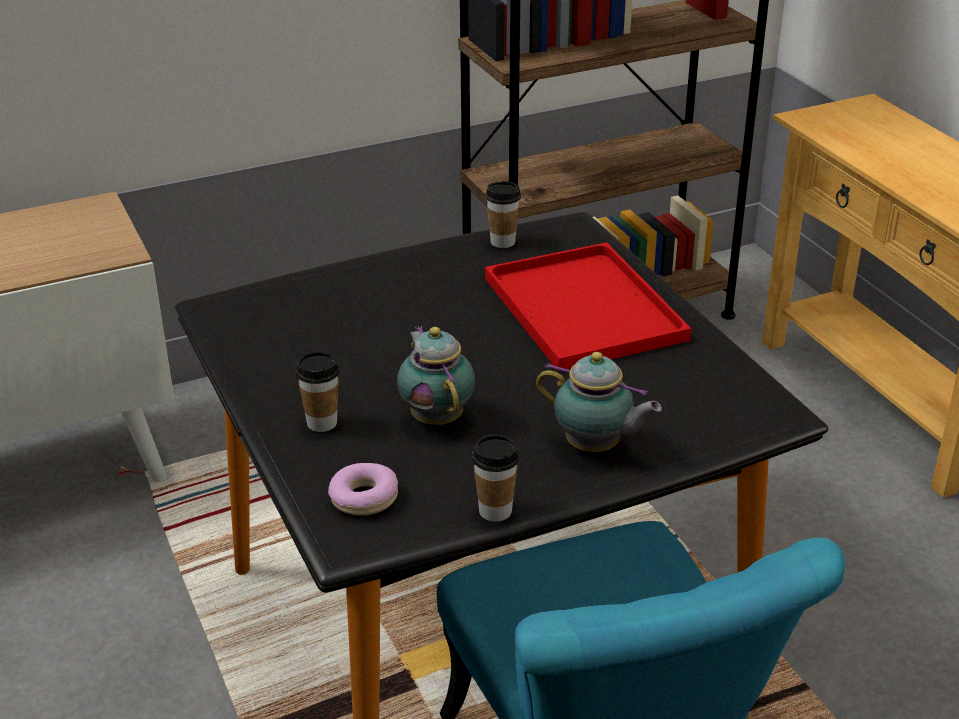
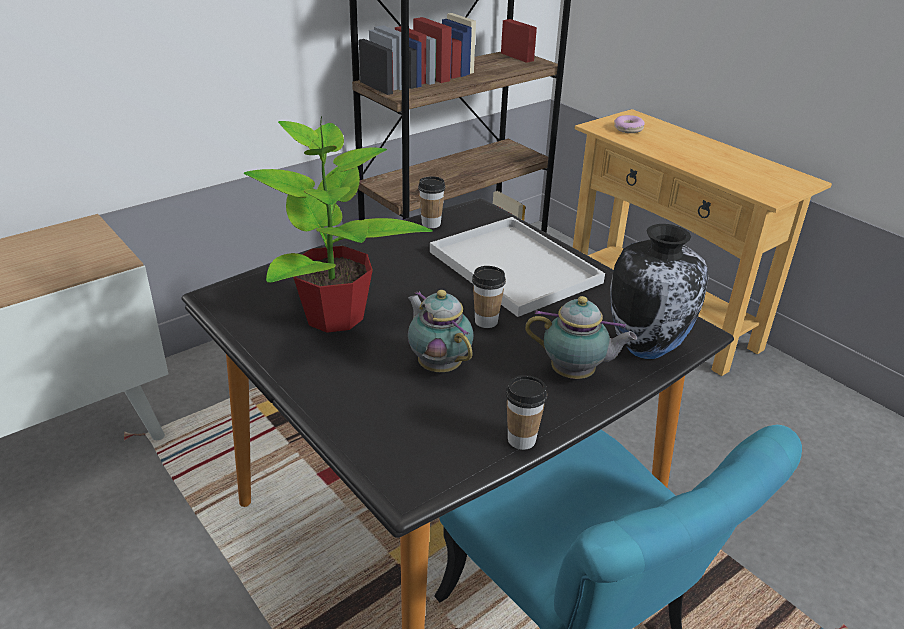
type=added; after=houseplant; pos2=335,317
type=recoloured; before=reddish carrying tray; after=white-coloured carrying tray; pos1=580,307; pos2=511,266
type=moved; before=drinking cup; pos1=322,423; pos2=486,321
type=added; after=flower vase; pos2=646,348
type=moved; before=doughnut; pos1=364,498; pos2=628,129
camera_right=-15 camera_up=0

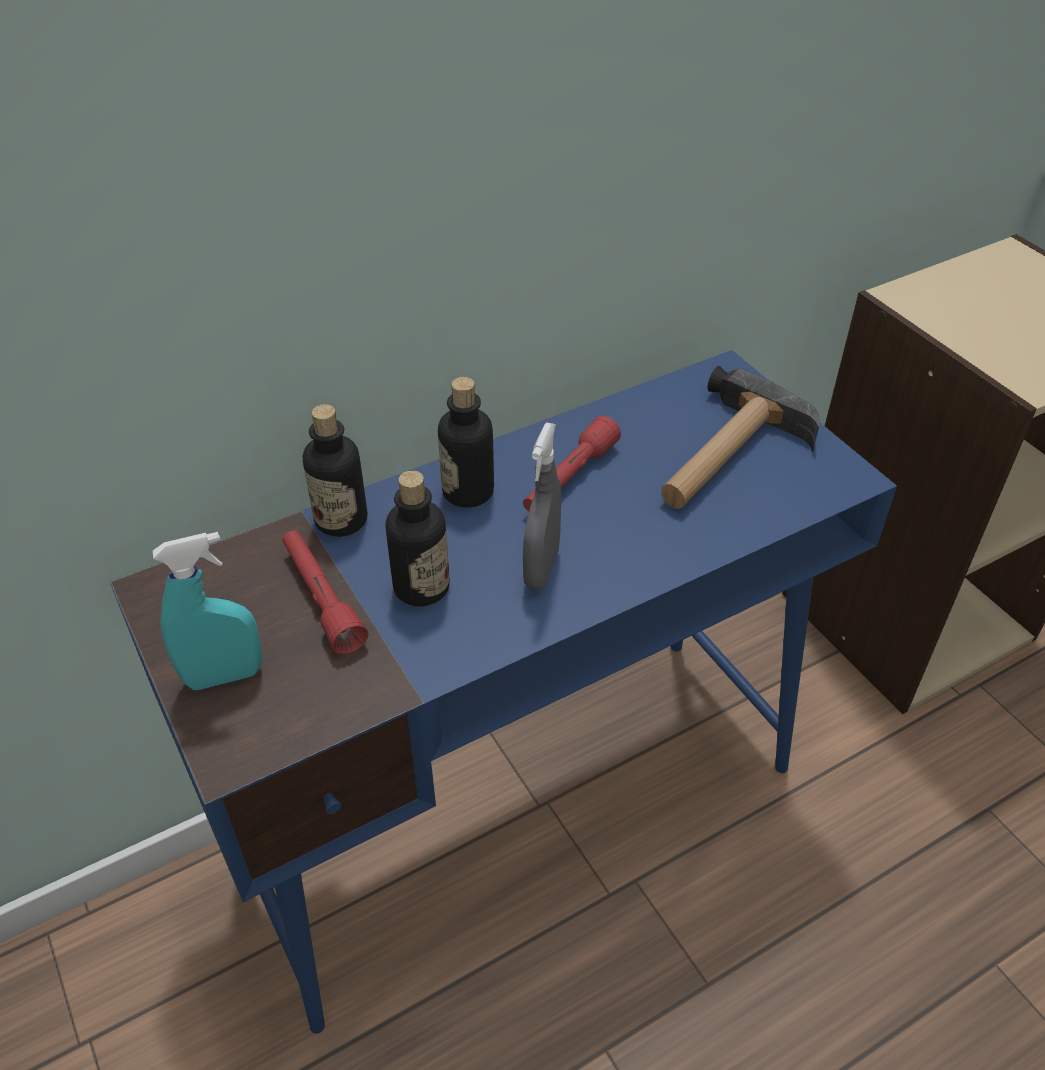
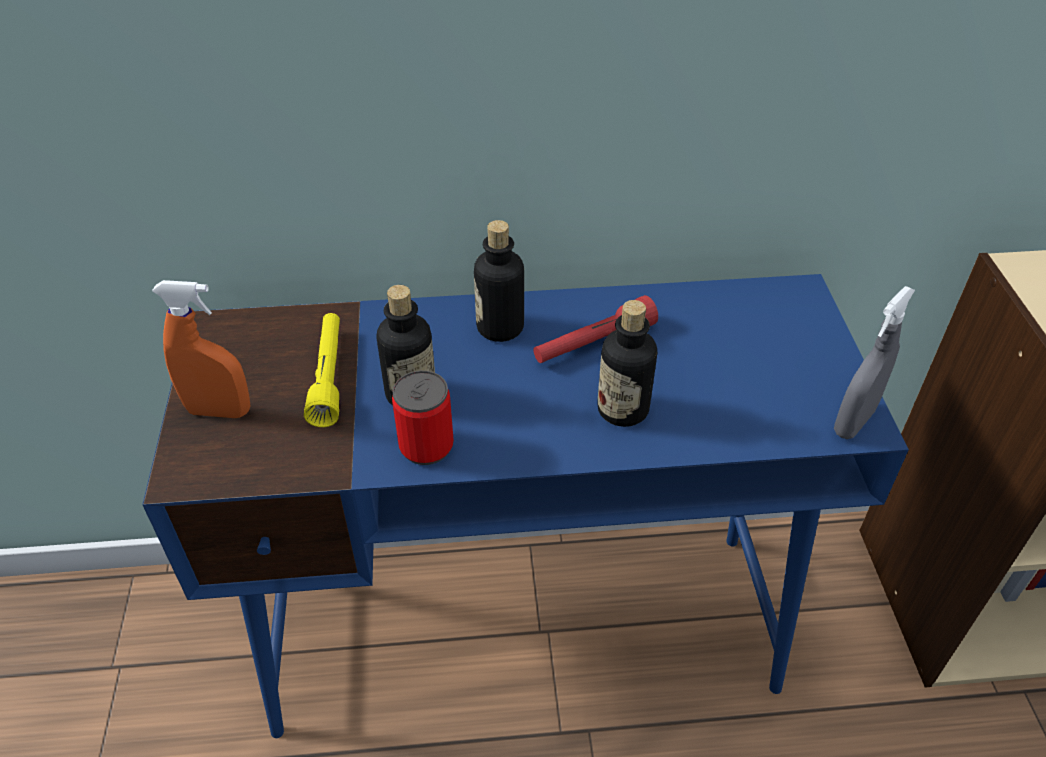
type=recoloured; before=turquoise-coloured hand sprayer; after=orangey hand sprayer; pos1=224,676; pos2=219,411
type=recoloured; before=reddish torch; after=yellowish torch; pos1=322,599; pos2=329,376
type=added; after=metal can; pos2=426,446
type=moved; before=beverage bottle; pos1=341,520; pos2=623,409
type=moved; before=gray hand sprayer; pos1=541,569; pos2=853,422
type=removed; before=hand hammer; pos1=725,456
camera_right=25 camera_up=0

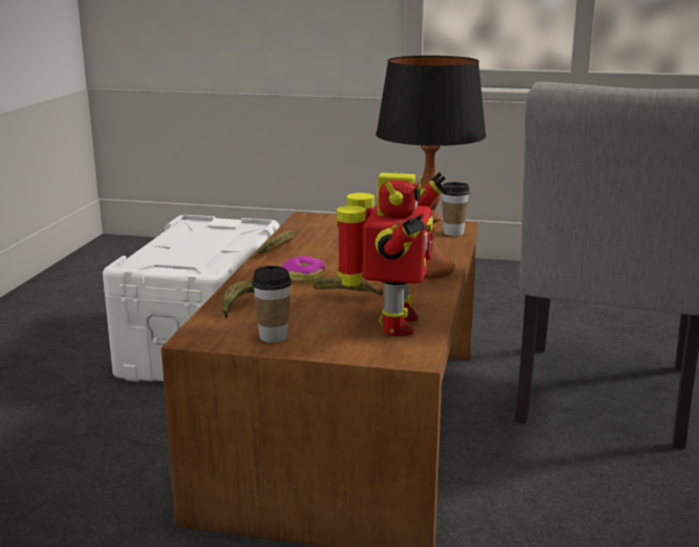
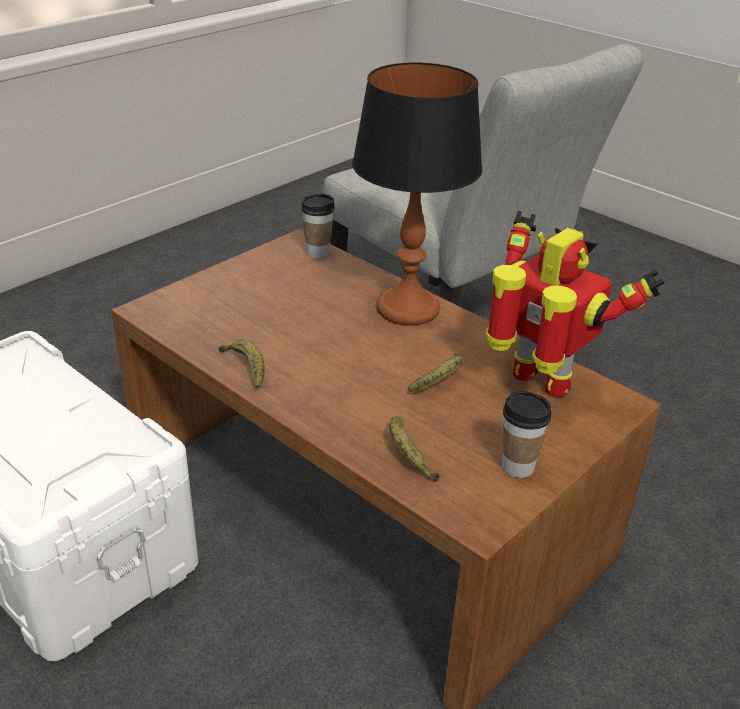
type=removed; before=doughnut; pos1=303,276
camera_right=-60 camera_up=15

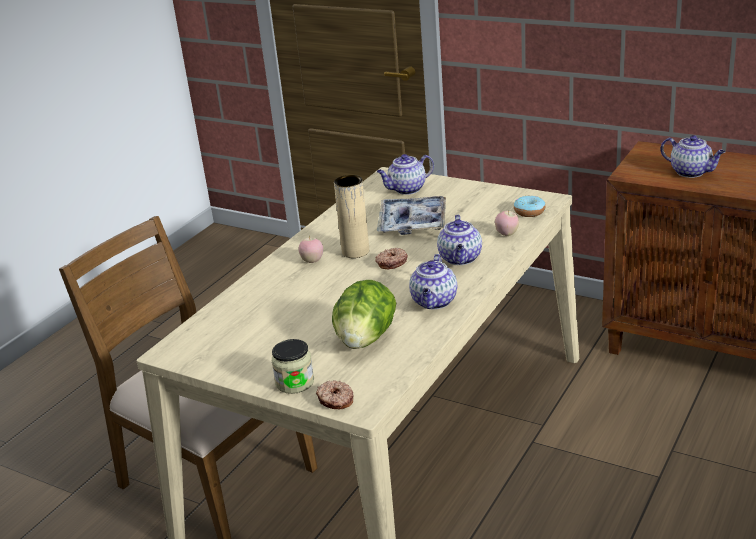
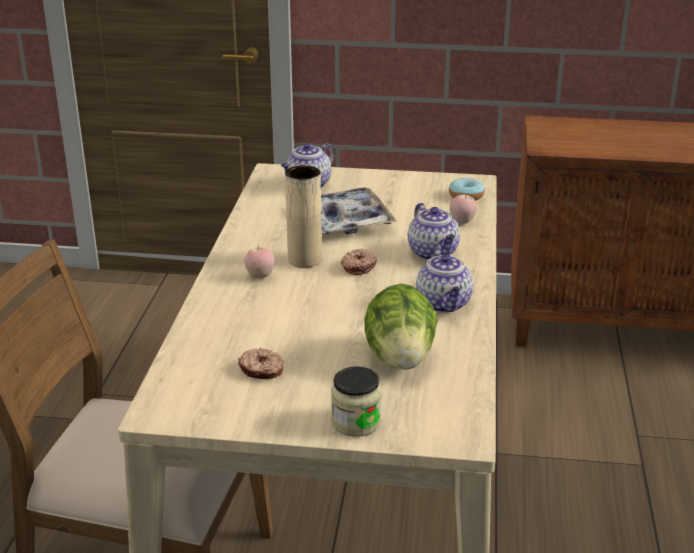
type=moved; before=doughnut; pos1=335,400; pos2=261,370
type=removed; before=teapot; pos1=691,172
camera_right=-25 camera_up=0

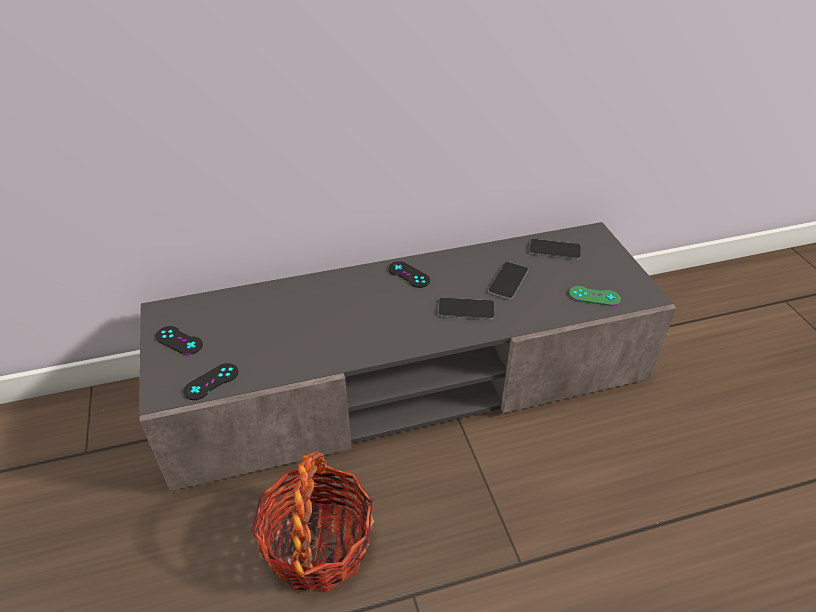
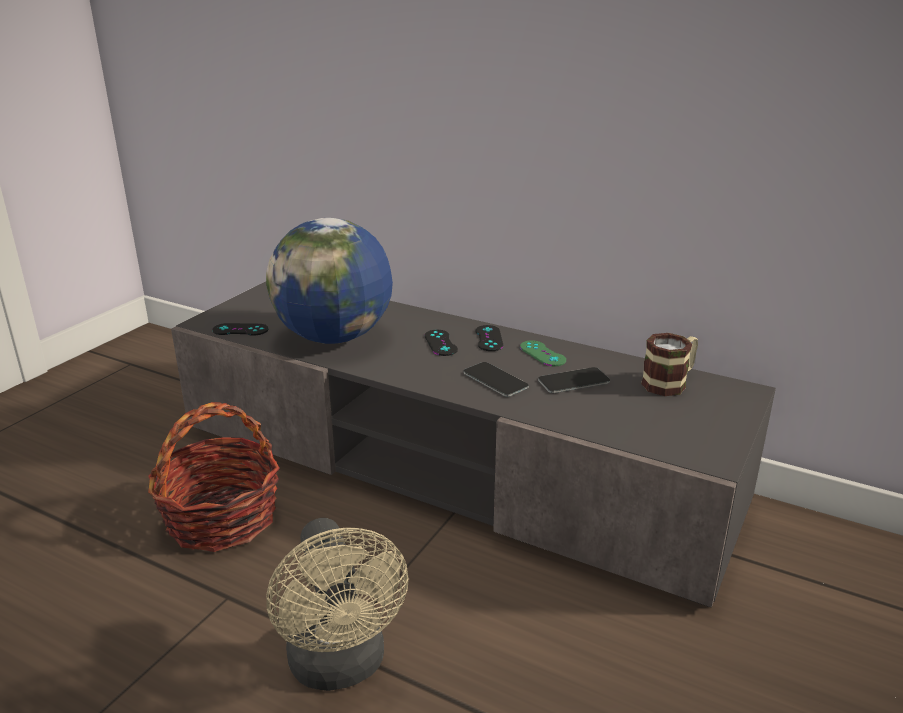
type=added; after=desk globe; pos2=334,337
type=added; after=sand-coloured cooling fan; pos2=341,666
type=moved; before=black game controller; pos1=179,340; pos2=440,343
type=moved; before=green game controller; pos1=594,296; pos2=542,354
type=replaced; before=telephone; after=mug; pos1=554,250; pos2=670,383
camera_right=45 camera_up=-15

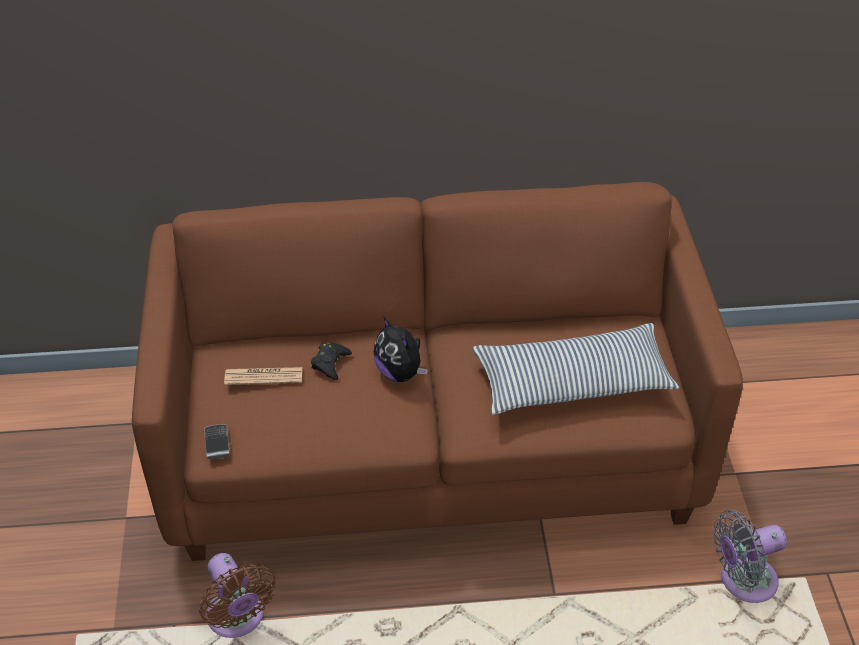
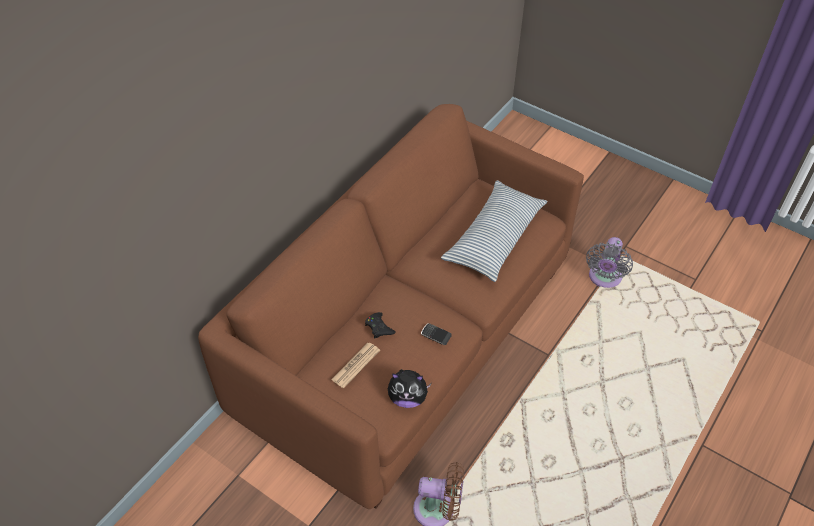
type=moved; before=plush toy; pos1=400,372; pos2=407,398
type=moved; before=telephone; pos1=217,443; pos2=435,335
camera_right=-50 camera_up=5

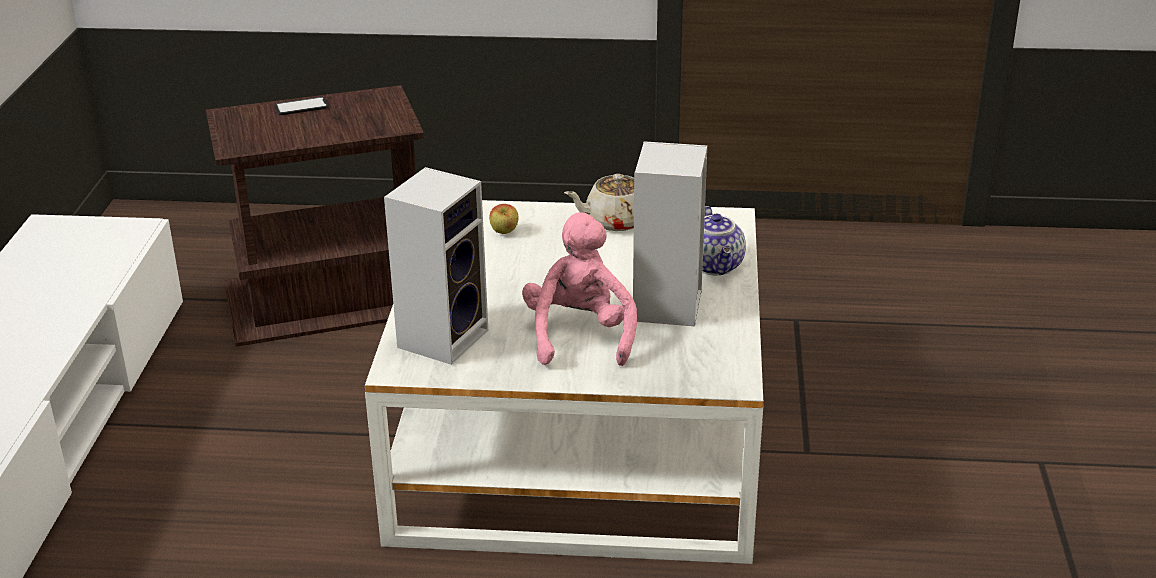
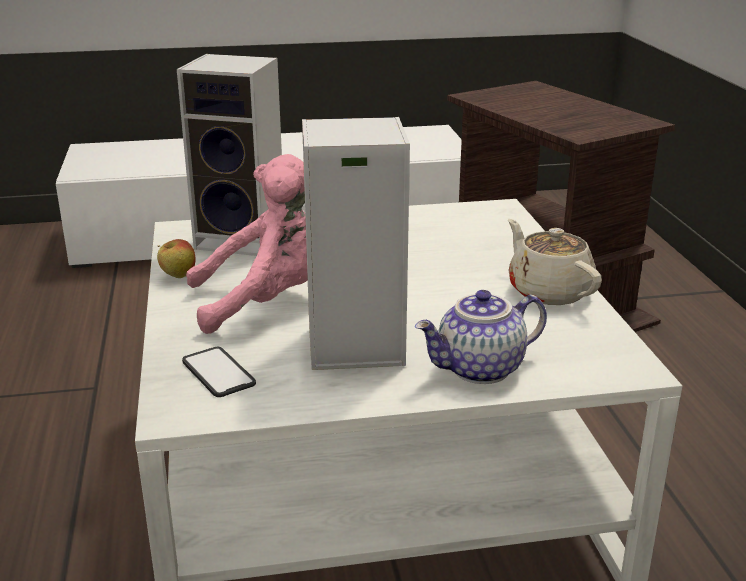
type=moved; before=whole apple; pos1=504,233; pos2=178,276
type=moved; before=telephone; pos1=301,107; pos2=218,373
camera_right=75 camera_up=-5

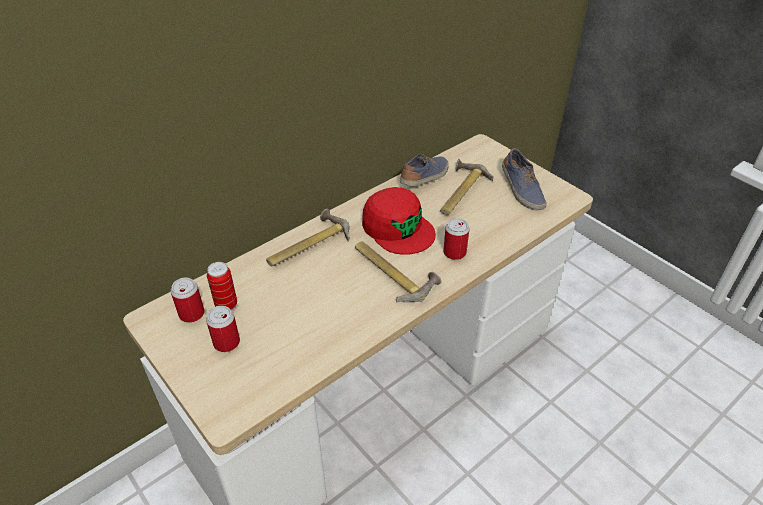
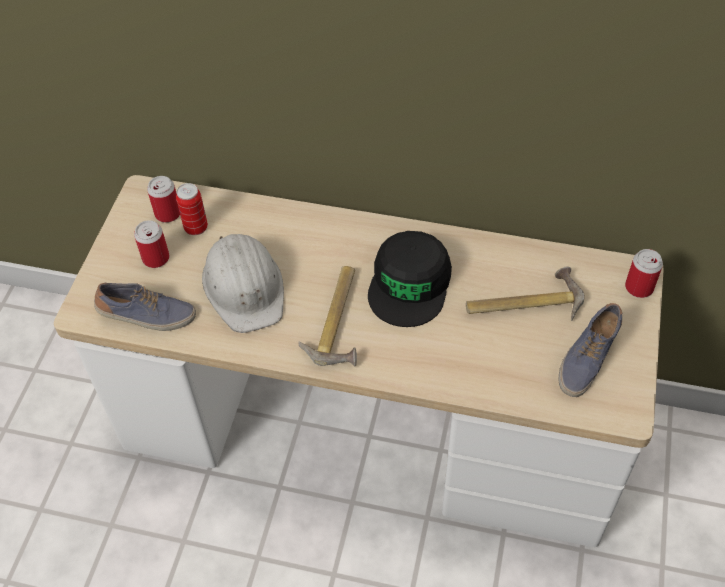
type=moved; before=shoe; pos1=425,178; pos2=147,316
type=added; after=white-coloured safety helmet; pos2=245,287
type=recoloured; before=reddish baseball cap; after=black baseball cap; pos1=398,228; pos2=410,284
type=moved; before=metal can; pos1=454,253; pos2=639,287
type=removed; before=hand hammer; pos1=307,244
camera_right=55 camera_up=10

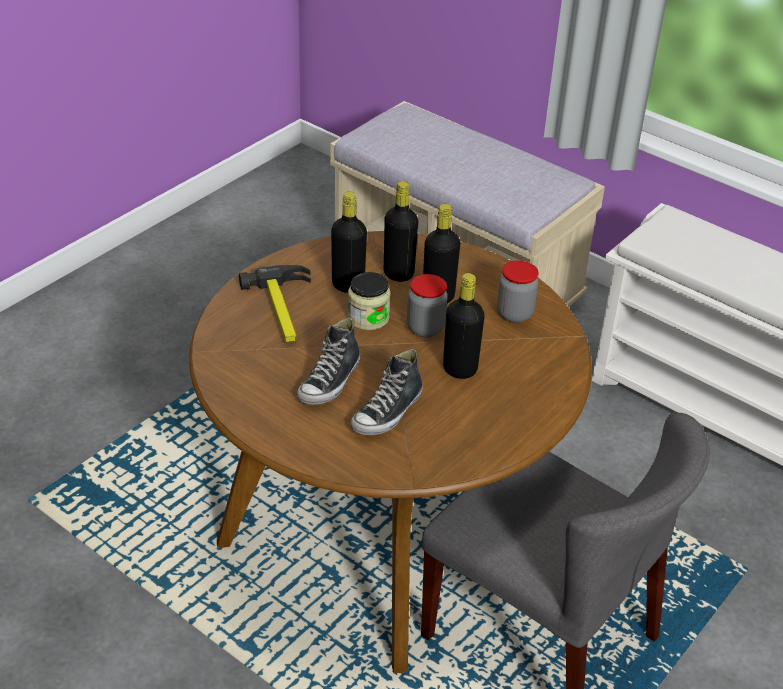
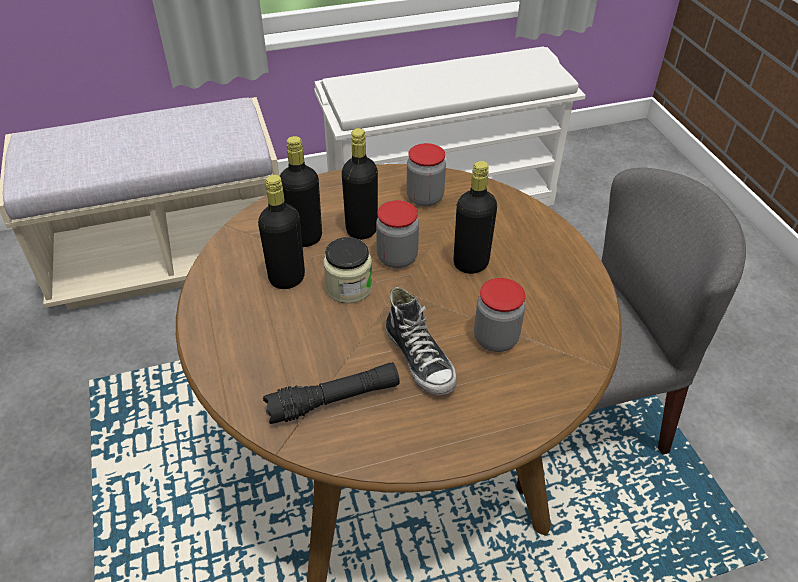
type=added; after=black torch; pos2=334,400
type=replaced; before=shoe; after=preserve jar; pos1=388,413; pos2=495,339
type=removed; before=hand hammer; pos1=284,310
camera_right=-55 camera_up=5

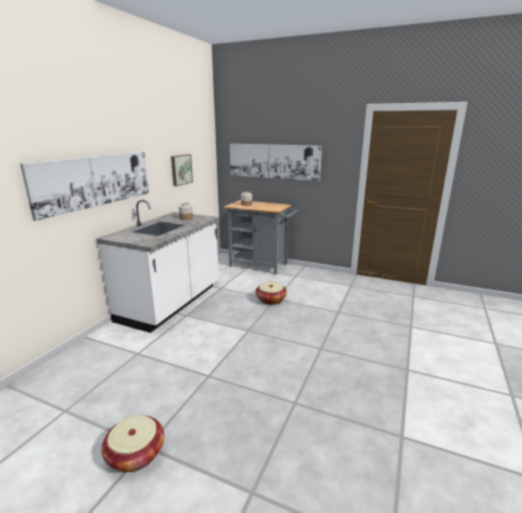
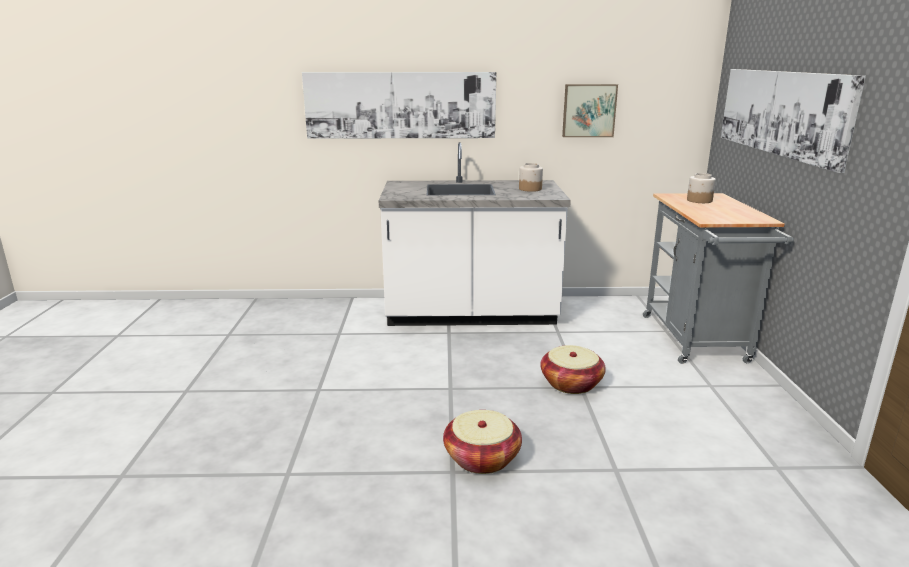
type=moved; before=storage basket; pos1=136,454; pos2=482,458
camera_right=65 camera_up=0

